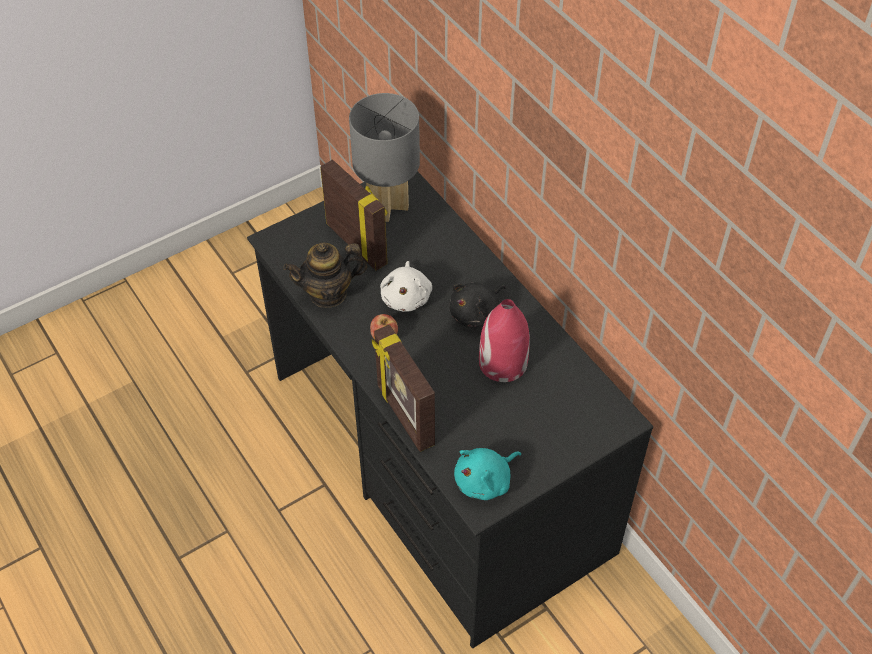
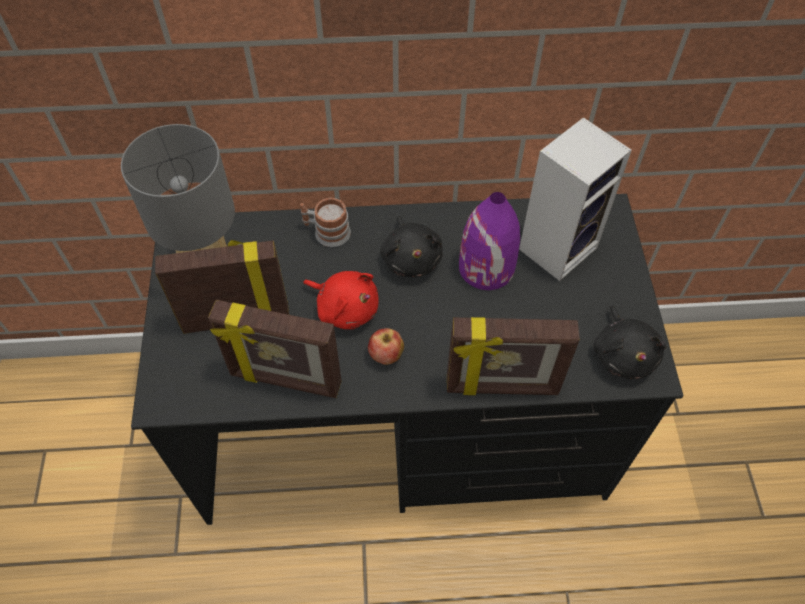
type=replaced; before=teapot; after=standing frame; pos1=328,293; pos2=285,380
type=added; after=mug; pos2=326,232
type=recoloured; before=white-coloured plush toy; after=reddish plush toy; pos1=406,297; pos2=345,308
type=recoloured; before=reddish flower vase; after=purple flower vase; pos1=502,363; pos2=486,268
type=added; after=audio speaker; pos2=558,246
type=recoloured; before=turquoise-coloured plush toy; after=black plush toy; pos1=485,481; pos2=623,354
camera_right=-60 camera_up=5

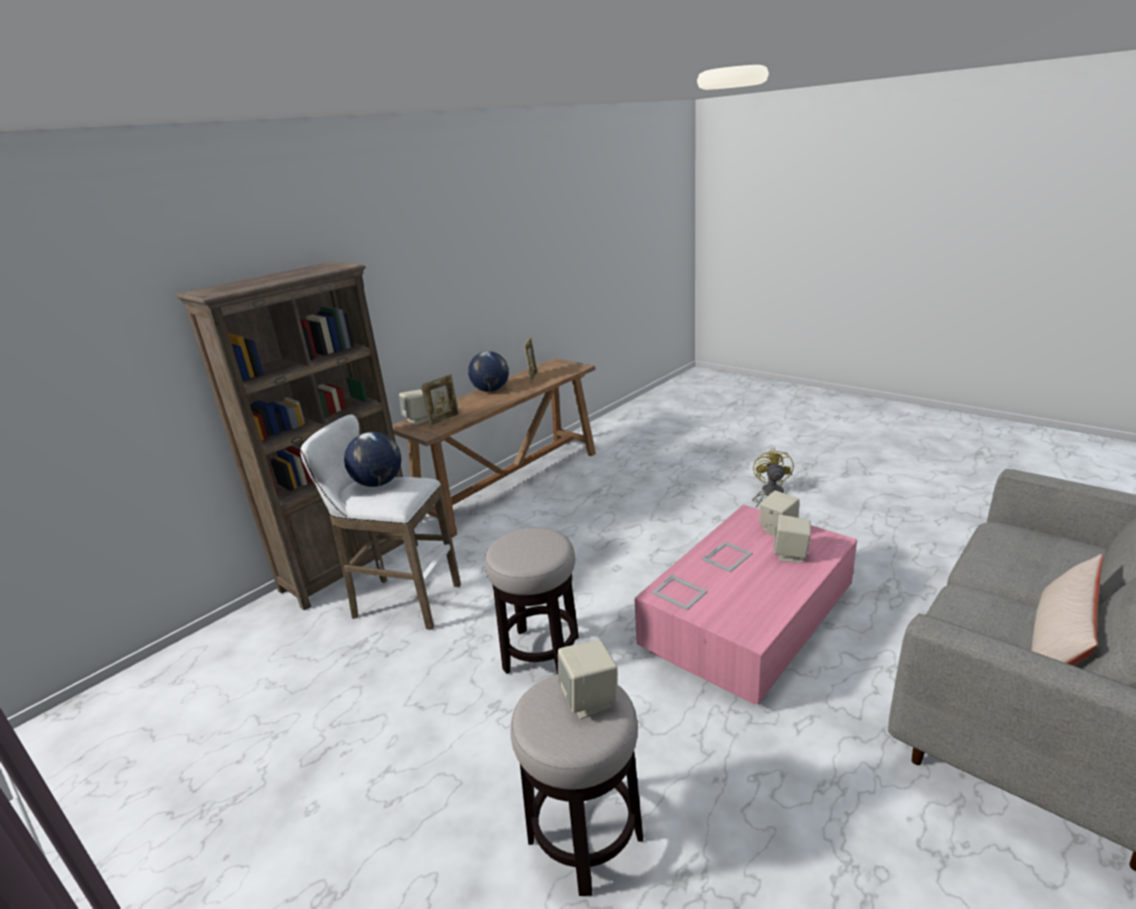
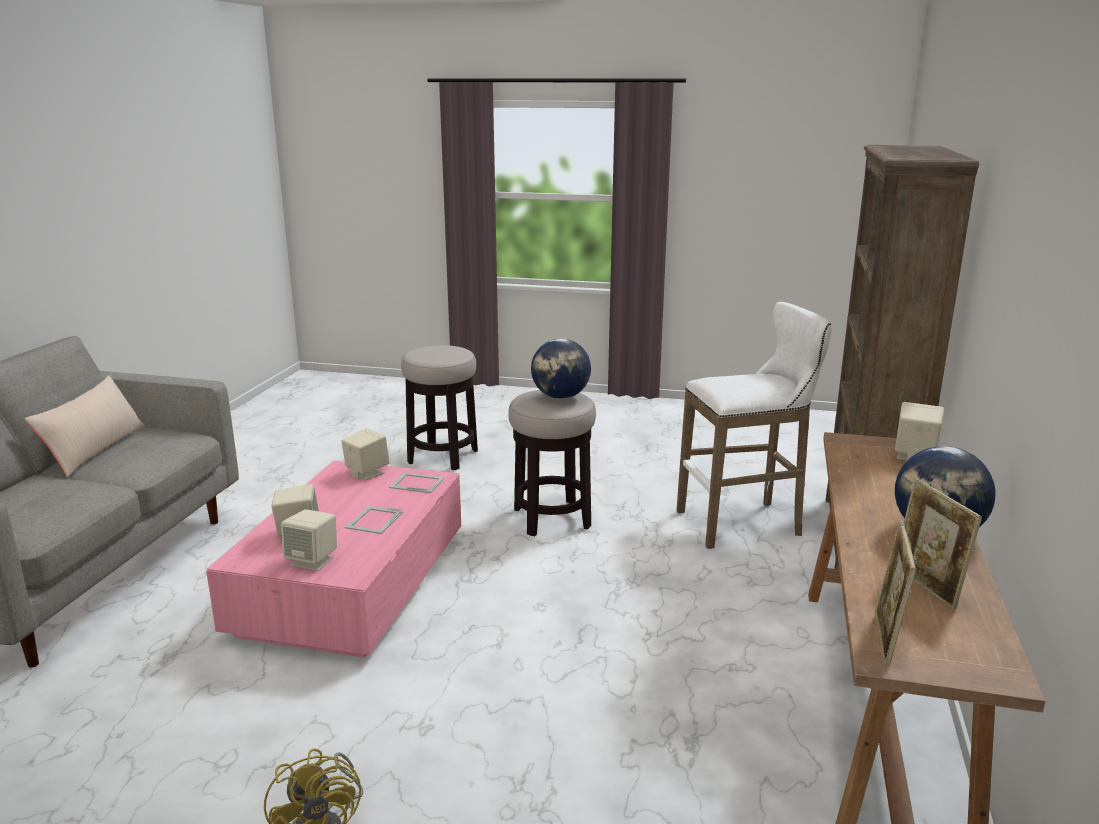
type=moved; before=sand-coloured audio speaker; pos1=589,700; pos2=366,473
type=moved; before=desk globe; pos1=378,483; pos2=561,397
type=moved; before=standing frame; pos1=444,420; pos2=886,640
camera_right=150 camera_up=-5

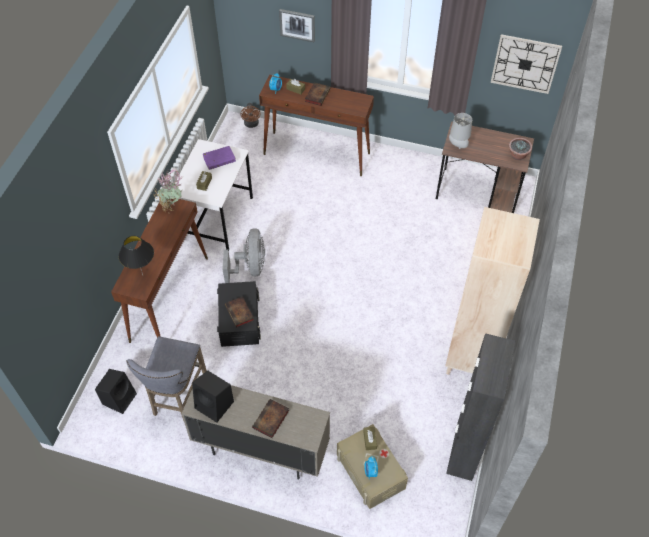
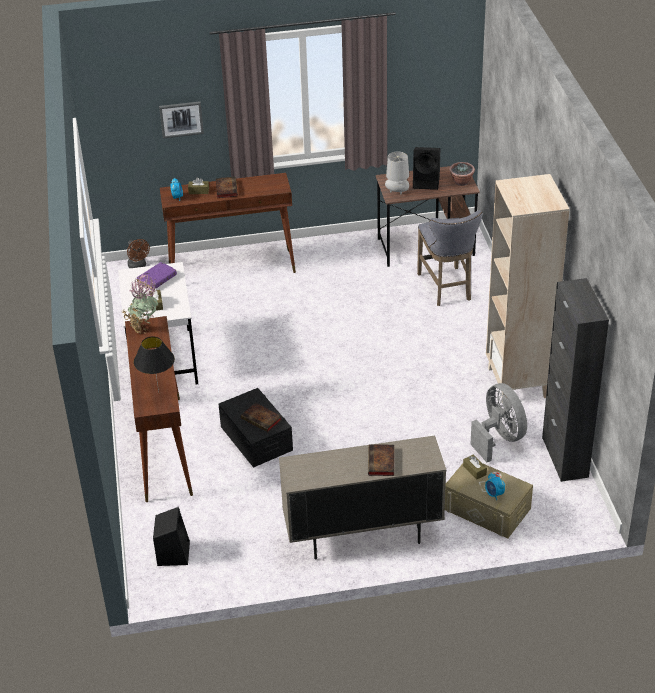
type=moved; before=black audio speaker; pos1=215,405; pos2=427,182
type=moved; before=gray stool seat; pos1=177,397; pos2=446,288
type=moved; before=gray cooling fan; pos1=250,268; pos2=499,438
type=removed; before=clock on the wall; pos1=525,63
camera_right=-25 camera_up=-15

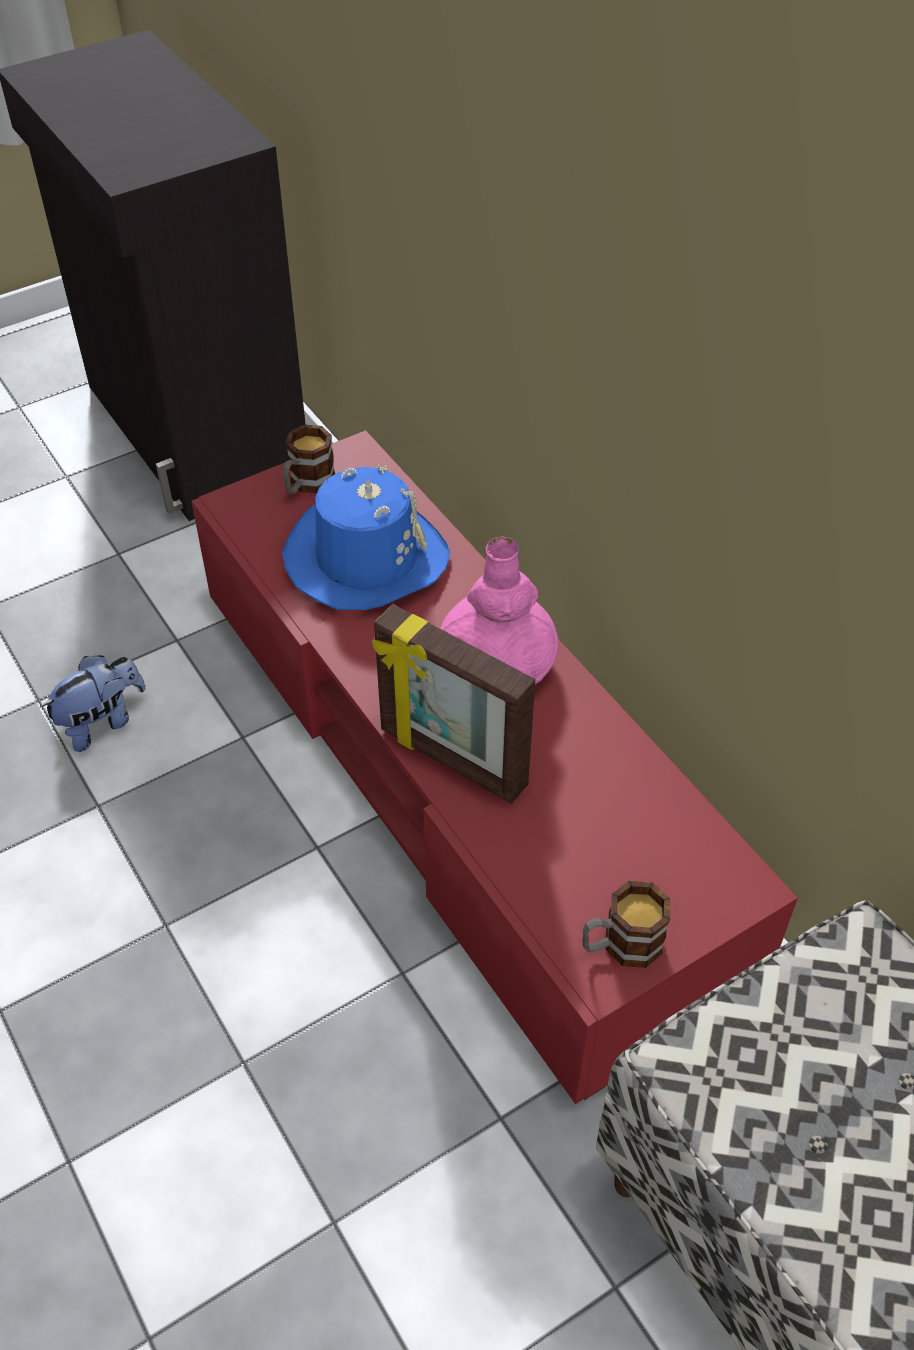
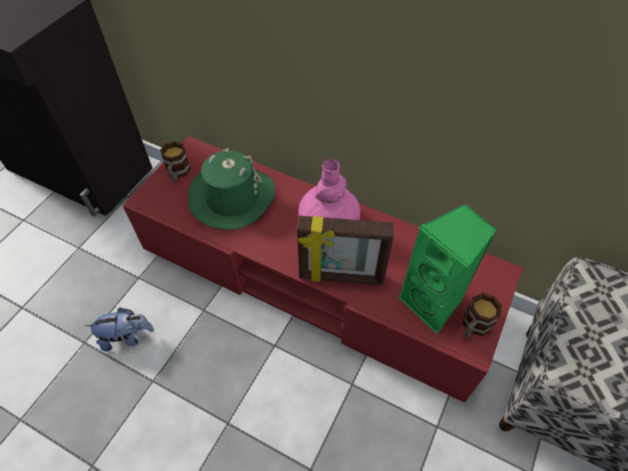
type=turned; before=plush toy; pos1=102,722; pos2=127,337; turn=60
type=recoloured; before=bluish clothing hat; after=green clothing hat; pos1=365,557; pos2=231,197
type=added; after=green audio speaker; pos2=433,303
camera_right=-30 camera_up=5

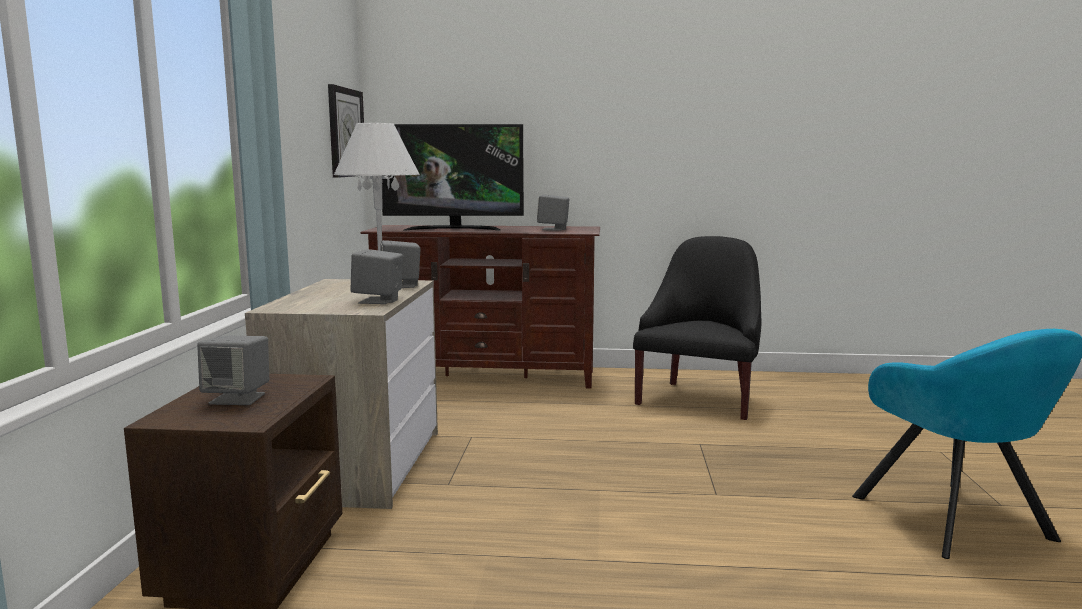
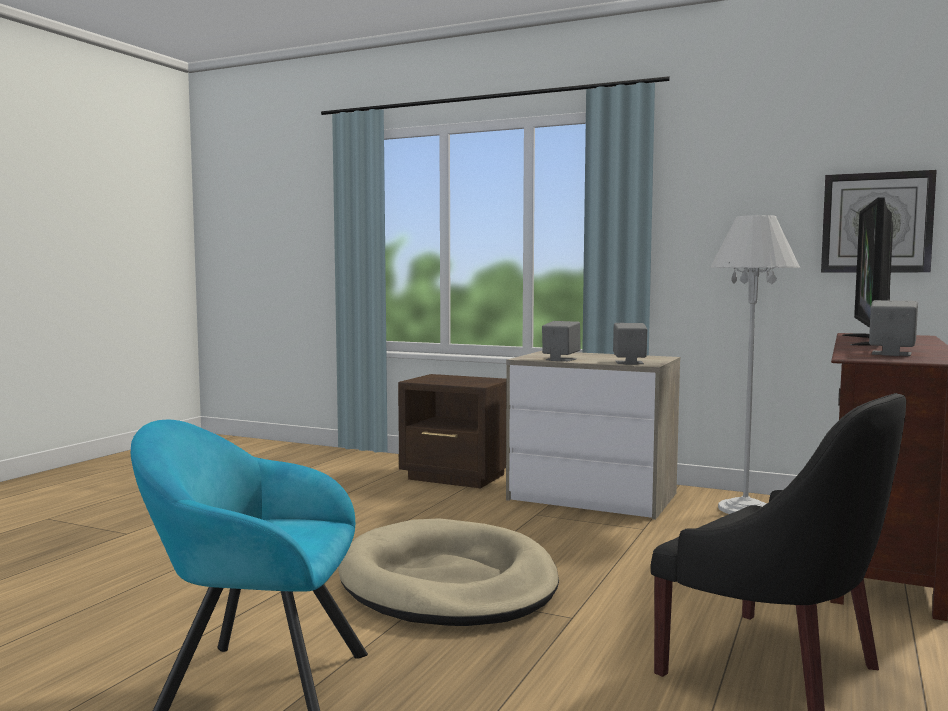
type=added; after=sand-coloured dog cushion; pos2=448,582
type=removed; before=gray audio speaker; pos1=238,398
camera_right=110 camera_up=-5

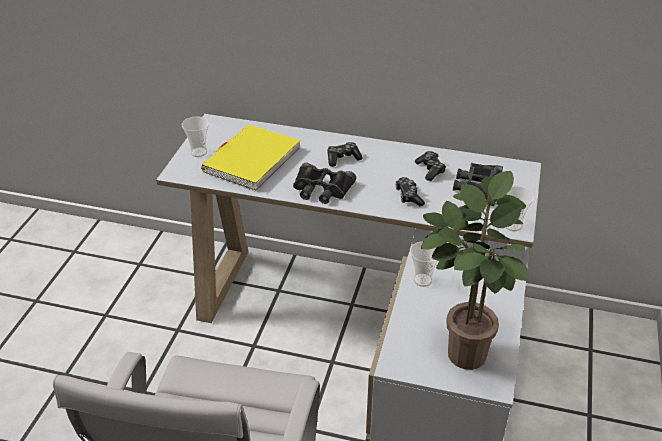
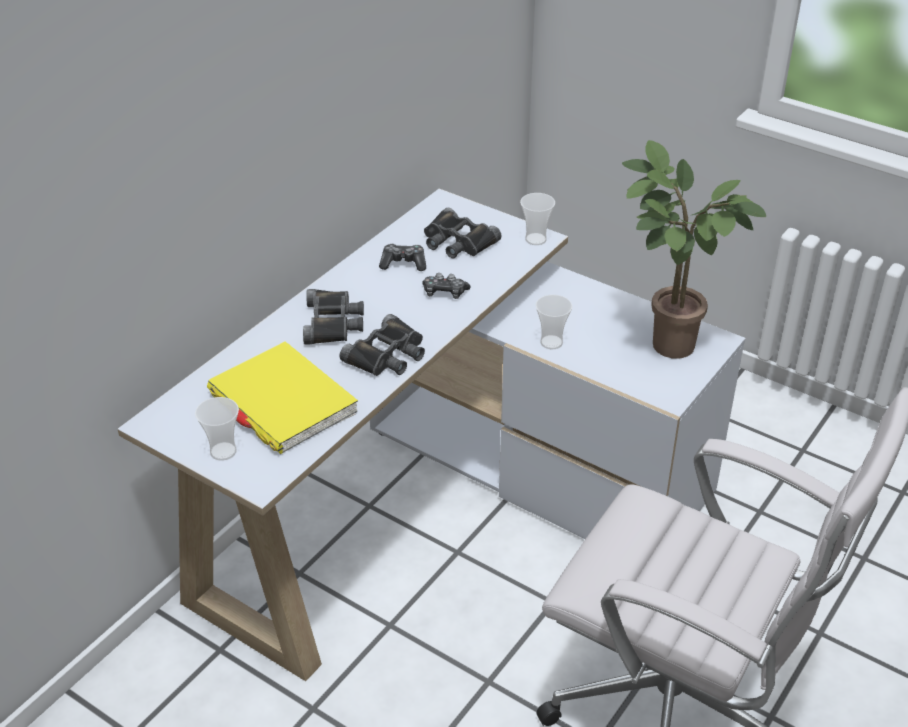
type=replaced; before=game controller; after=black binoculars; pos1=343,158; pos2=333,323
camera_right=-70 camera_up=0

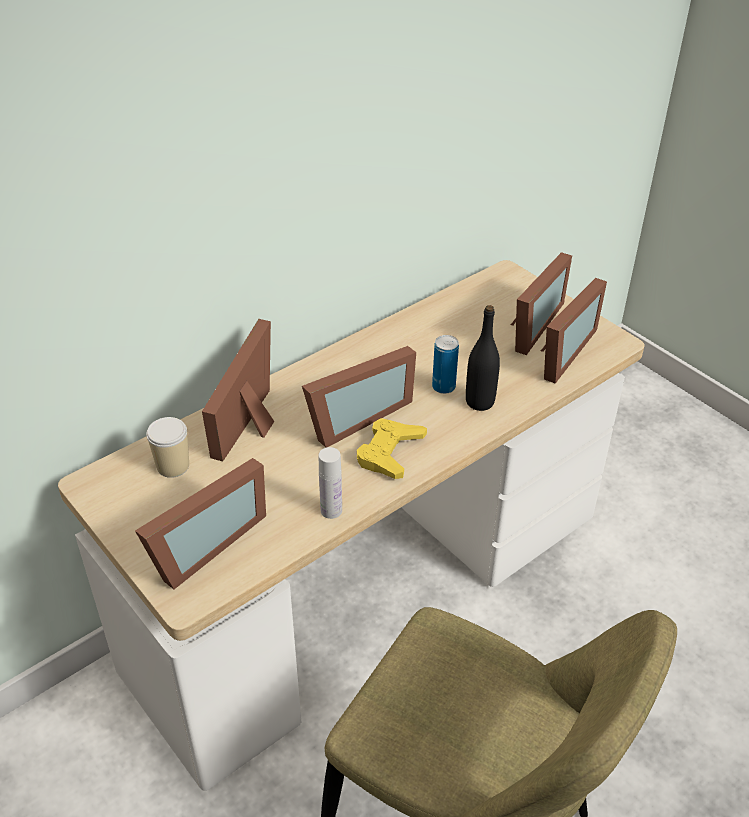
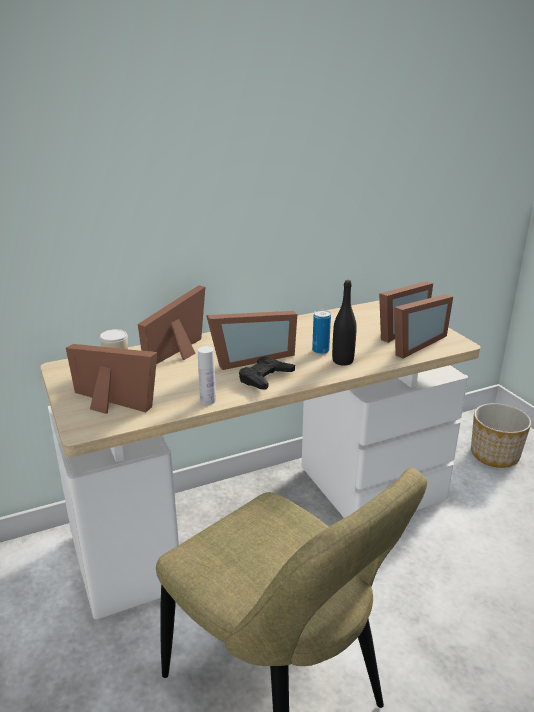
type=turned; before=standing frame; pos1=202,545; pos2=110,405; turn=-120
type=recoloured; before=yellowish game controller; after=black game controller; pos1=389,452; pos2=265,377
type=added; after=planter; pos2=494,455
camera_right=15 camera_up=-15

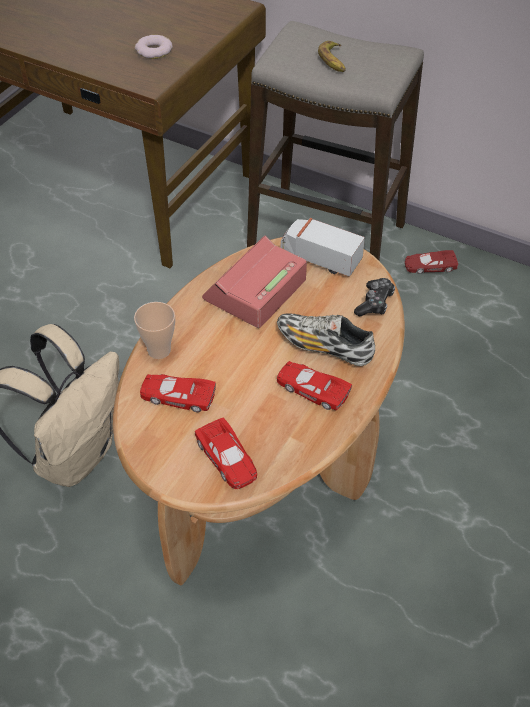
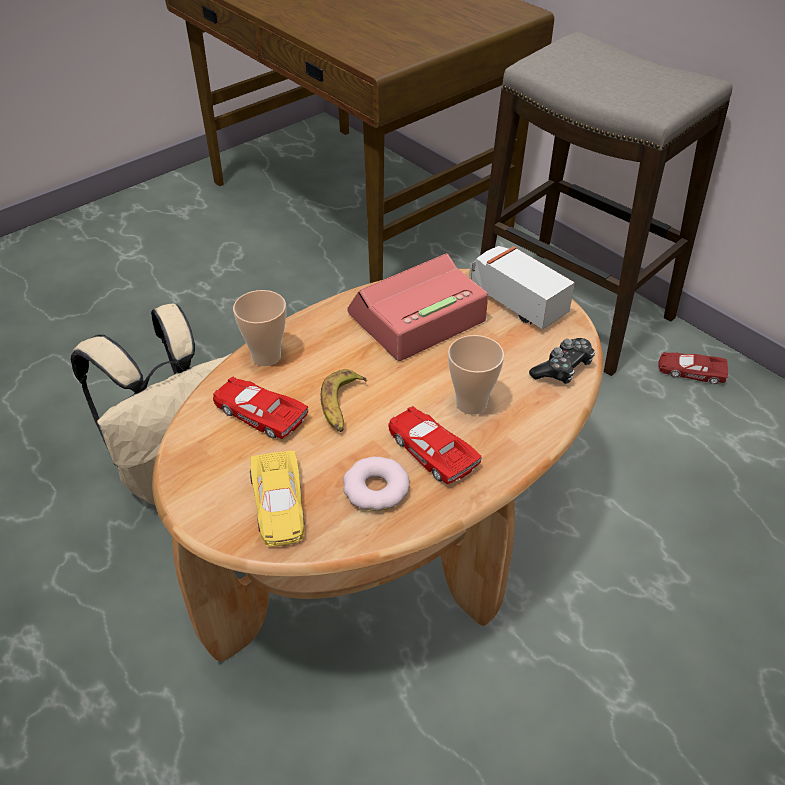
type=recoloured; before=reddish model car; after=yellowish model car; pos1=227,458; pos2=278,504
type=moved; before=banana fruit; pos1=334,61; pos2=342,406
type=moved; before=doughnut; pos1=154,51; pos2=376,489
type=replaced; before=shoe; after=drinking cup; pos1=324,347; pos2=471,404
camera_right=20 camera_up=-5

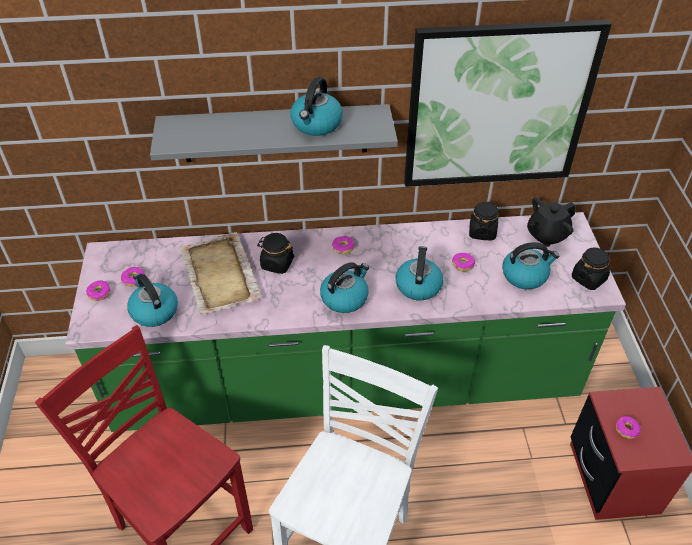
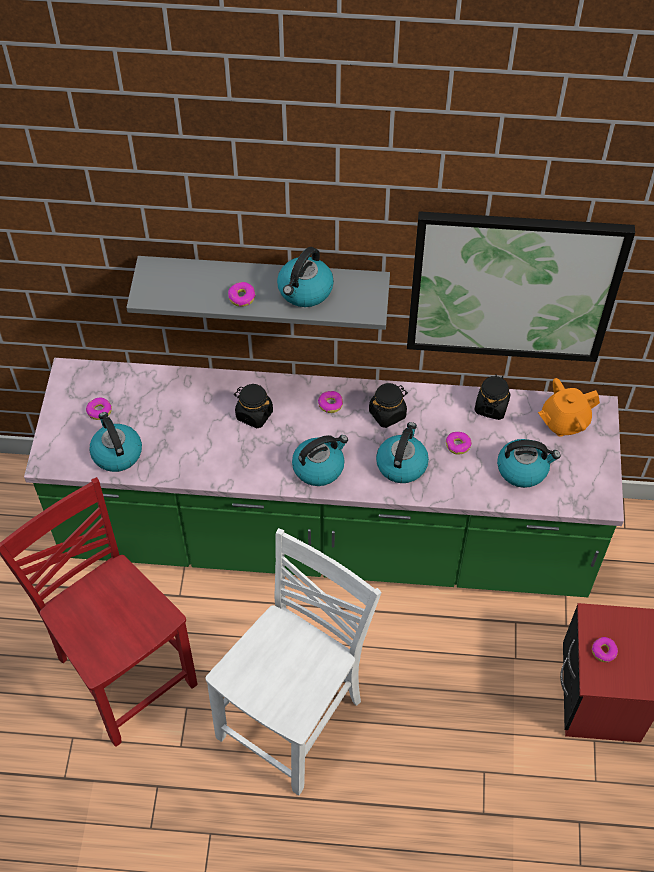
type=moved; before=doughnut; pos1=99,293; pos2=241,297
type=moved; before=black preserve jar; pos1=588,278; pos2=387,413
type=recoloured; before=black teapot; after=orangey teapot; pos1=546,235; pos2=564,421
type=removed; before=sand-coloured carrying tray; pos1=220,276
camera_right=10 camera_up=10

